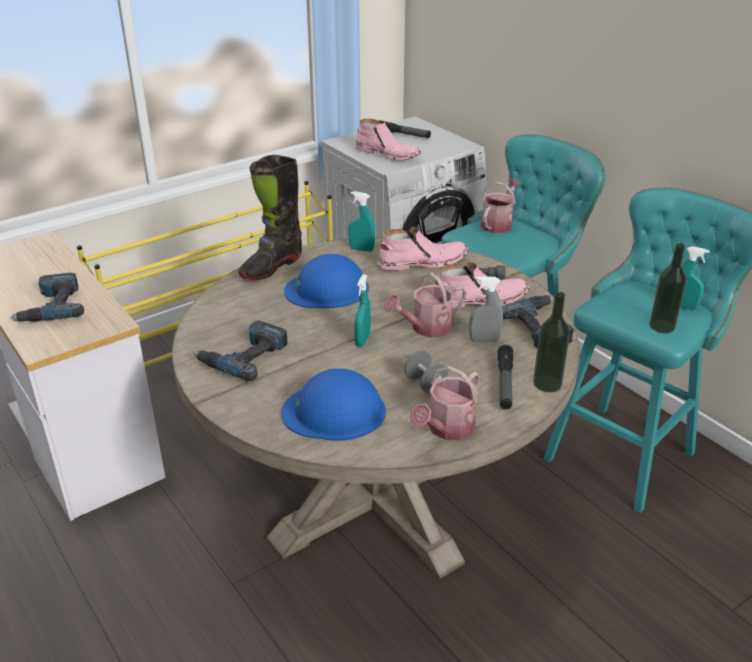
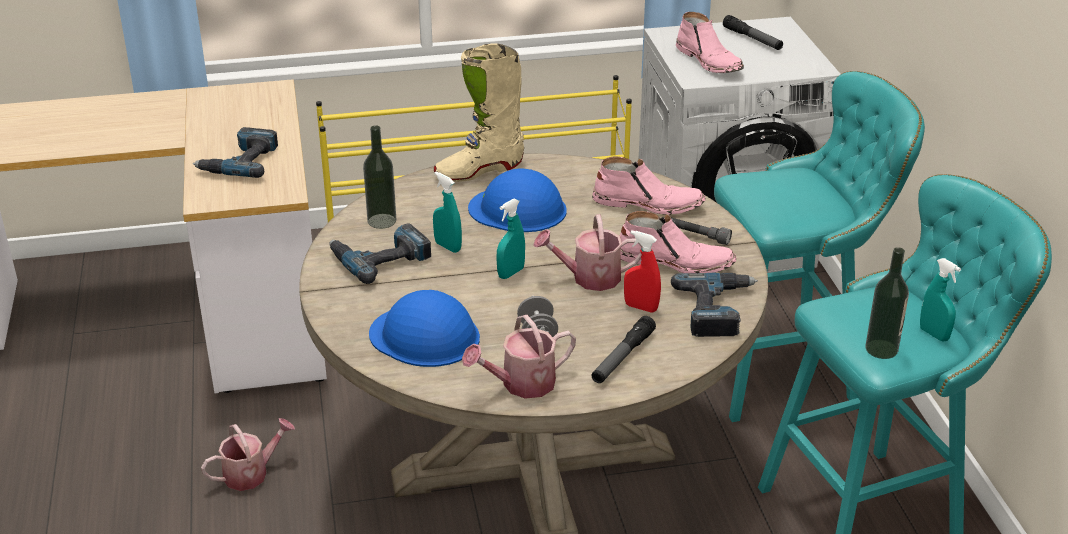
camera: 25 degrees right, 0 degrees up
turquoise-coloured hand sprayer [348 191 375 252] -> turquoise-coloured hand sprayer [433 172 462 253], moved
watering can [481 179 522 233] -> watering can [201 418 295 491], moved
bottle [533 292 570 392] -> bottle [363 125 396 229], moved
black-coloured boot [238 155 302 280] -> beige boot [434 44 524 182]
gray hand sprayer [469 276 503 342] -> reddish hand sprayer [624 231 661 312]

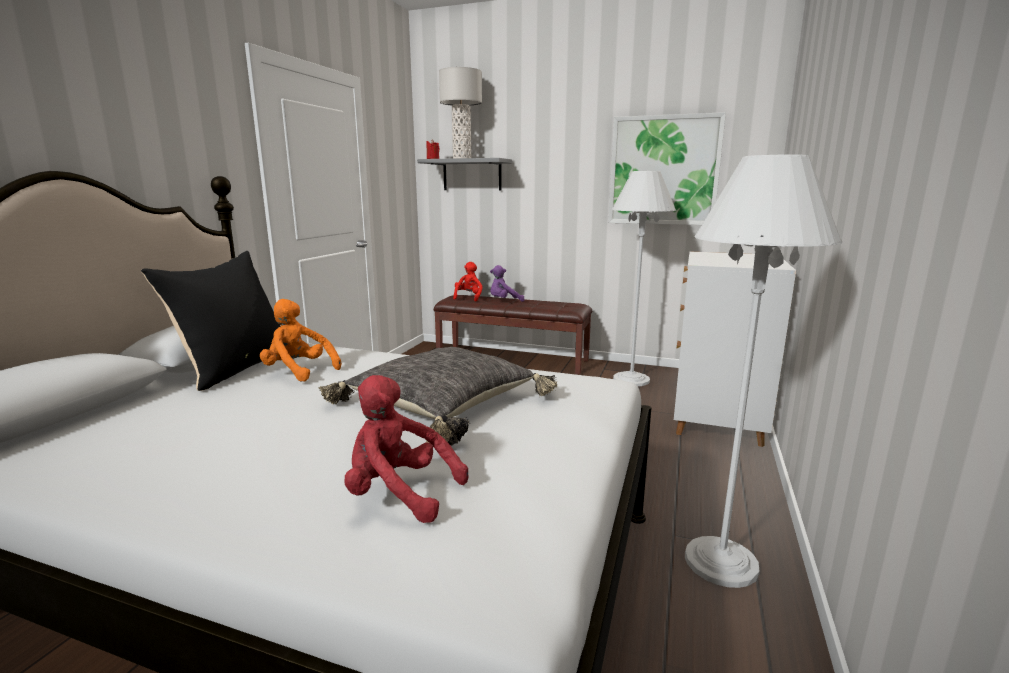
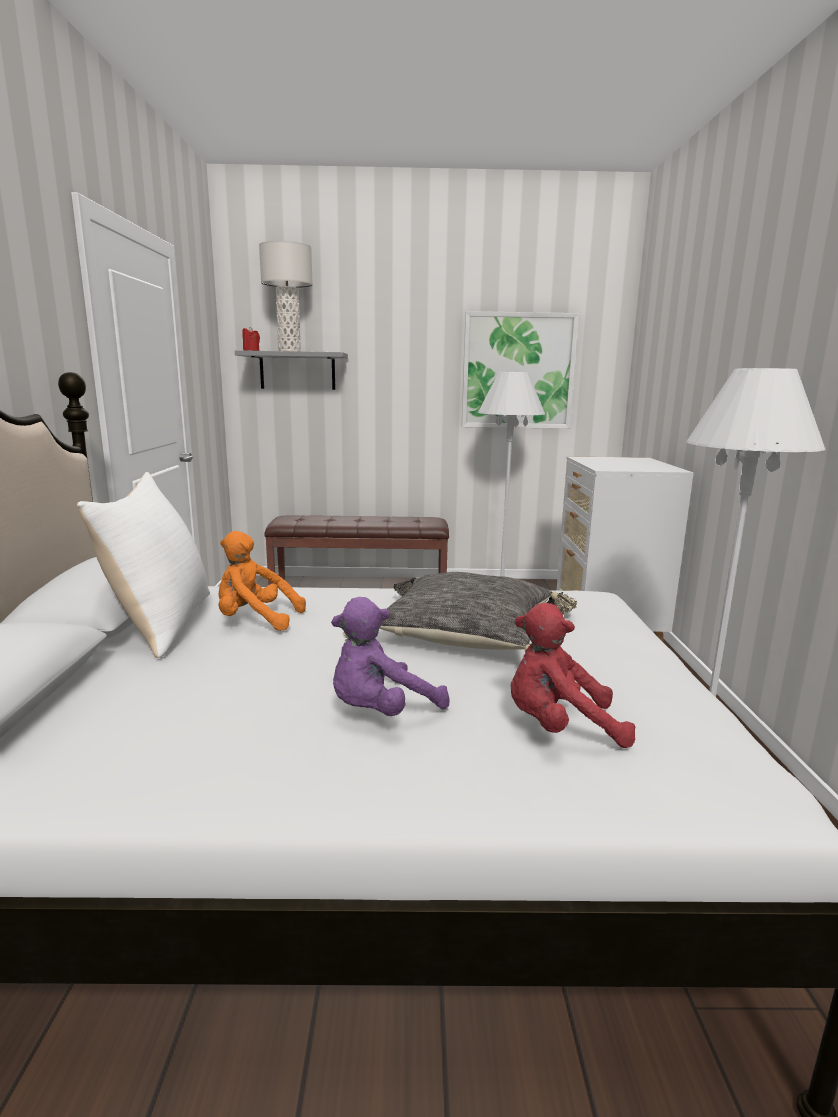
camera: 20 degrees left, 0 degrees up
reddish soft toy [453 262 483 301] -> none
purple-coloured soft toy [490 265 525 302] -> purple-coloured soft toy [331 597 450 716], moved
black-coloured throw pillow [141 251 280 391] -> whitish throw pillow [77 472 210 658]

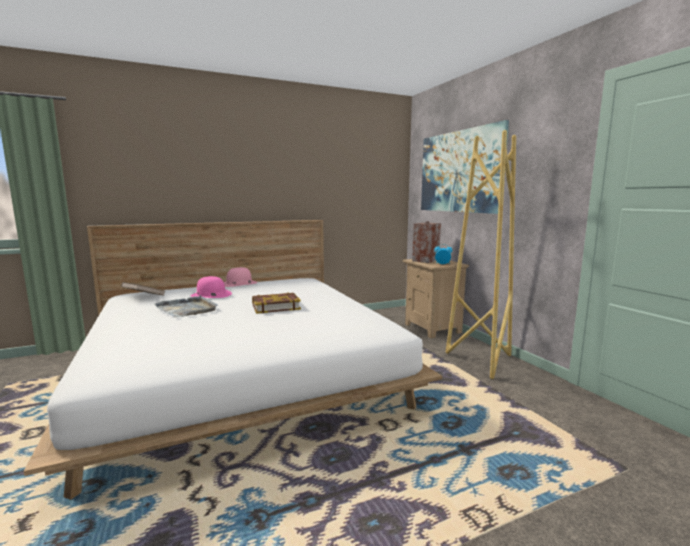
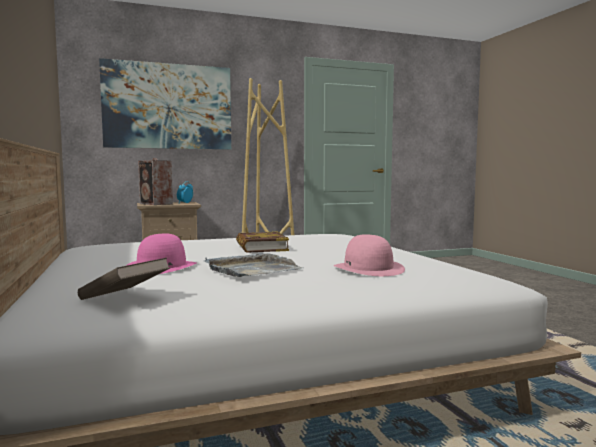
camera: 85 degrees left, 5 degrees down
pinkish hat [224 267 257 287] -> pinkish hat [334 234 405 276], moved

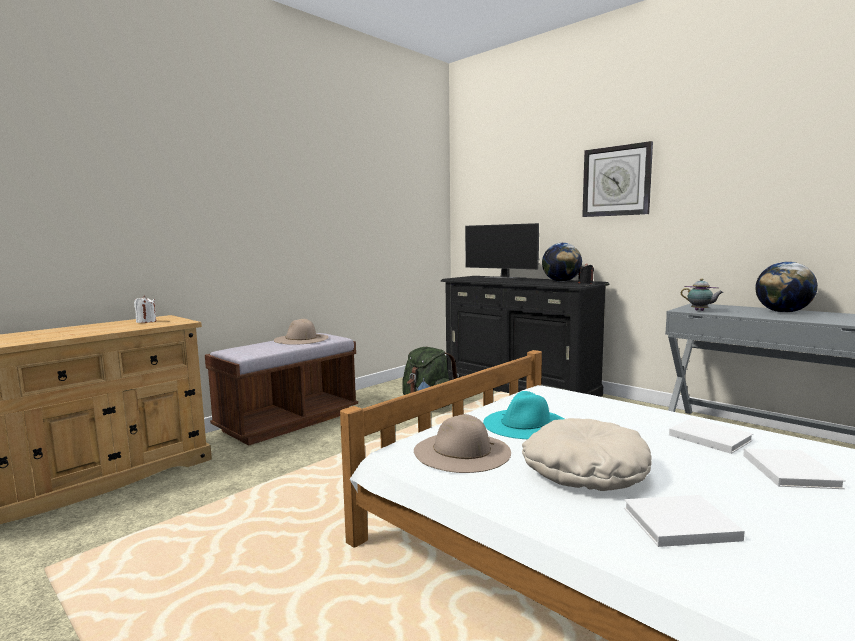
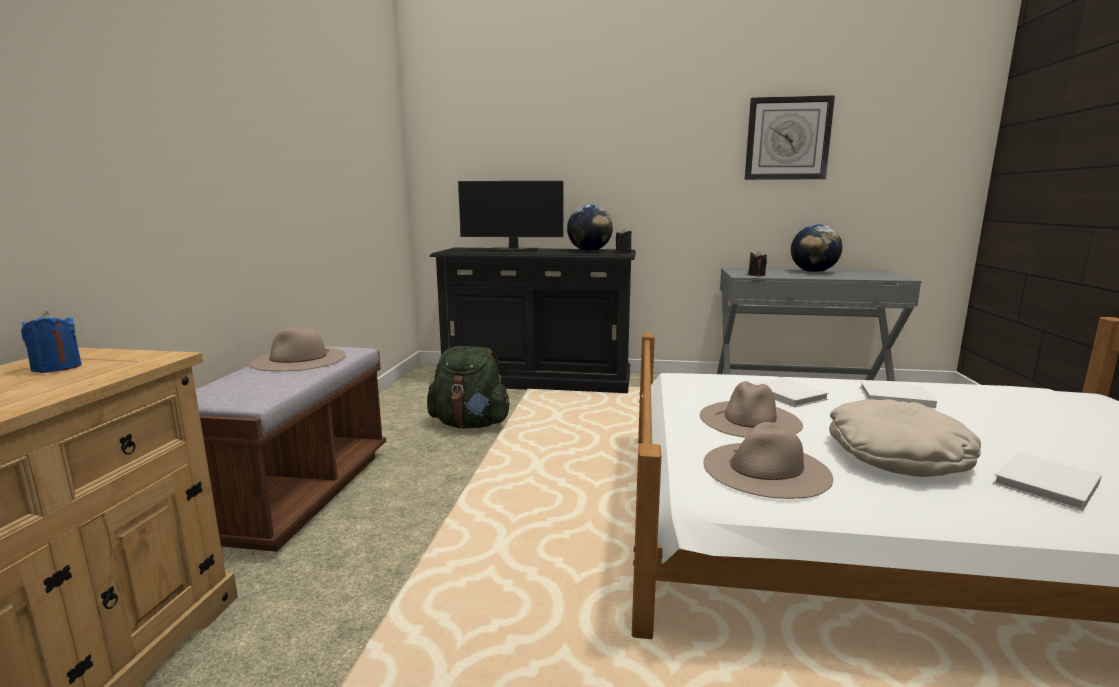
camera: 35 degrees left, 5 degrees up
wall clock [582 141 653 217] -> wall clock [745 95 835 180], moved
whitish volume [743 448 846 489] -> whitish volume [752 377 829 407], moved
teapot [681 278 724 311] -> black-coloured candle [748 251 767 276]
whitish candle [134 295 156 323] -> blue-coloured candle [21 311 82 373]
turquoise-coloured hat [483 391 564 439] -> beige hat [700 381 803 438]

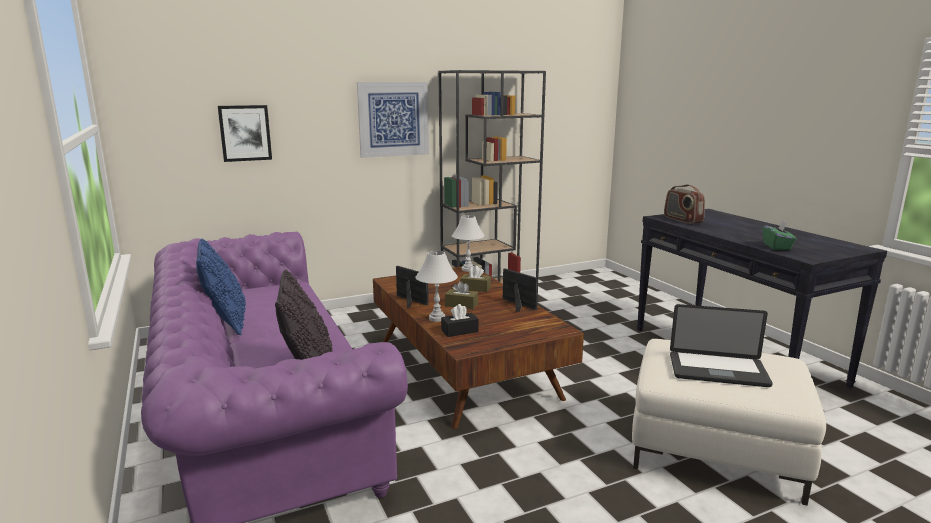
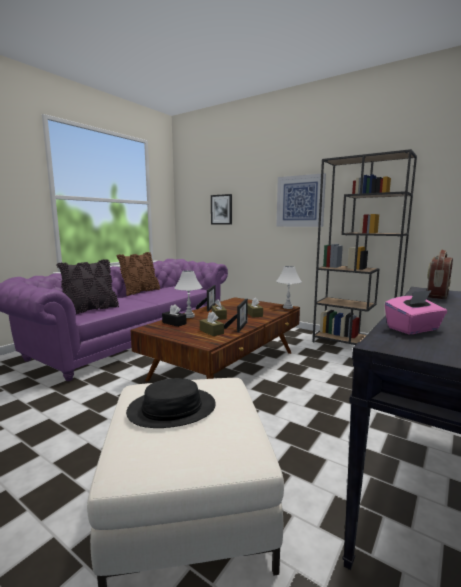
camera: 60 degrees right, 5 degrees down
none -> brown box of tissues [200 311 224 336]
notebook computer [670 304 773 387] -> black-coloured hat [126 378 216 428]
blue-coloured throw pillow [196 239 246 335] -> brown throw pillow [117 252 160 296]
green box of tissues [763 220 796 250] -> pinkish box of tissues [385 290 447 334]

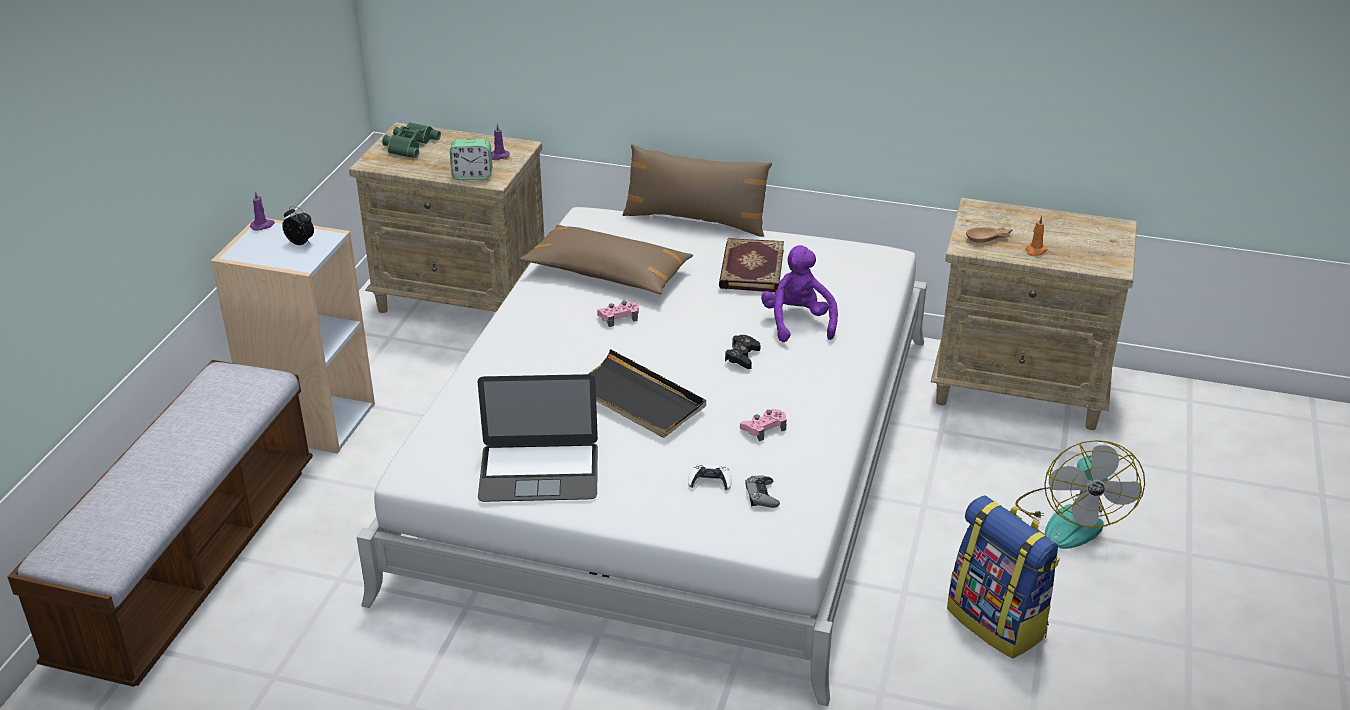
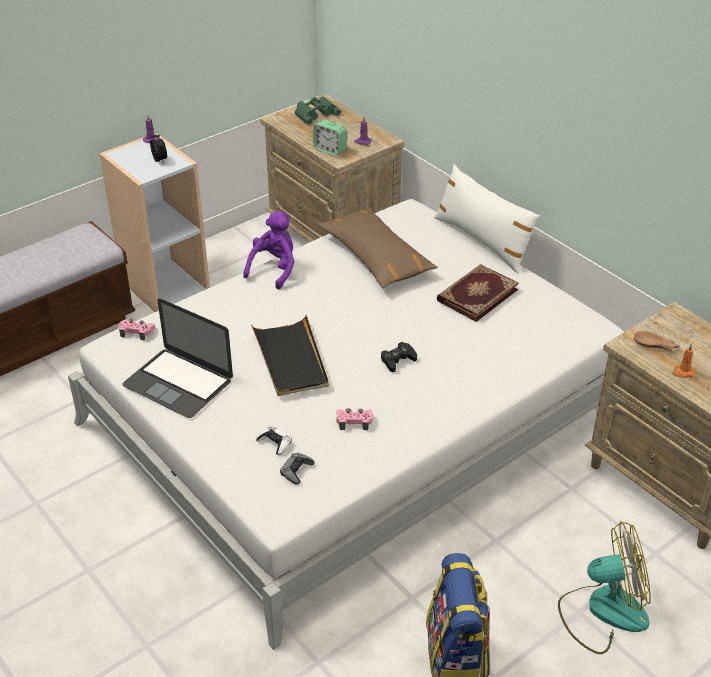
camera: 35 degrees right, 5 degrees up
pinkish gamepad [597 301 639 327] -> pinkish gamepad [119 319 155 340], moved
purple-coloured soft toy [761 245 838 342] -> purple-coloured soft toy [243 211 294 290], moved
brown throw pillow [623 144 772 237] -> whitish throw pillow [434 164 540 273]
cooling fan [1015 440 1145 549] -> cooling fan [558 521 651 654], 135 degrees counterclockwise

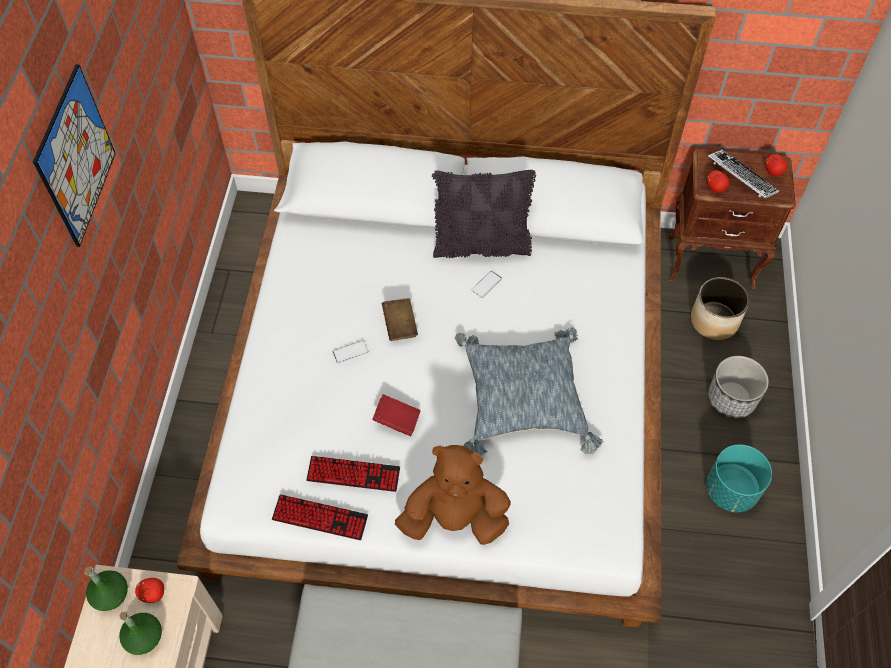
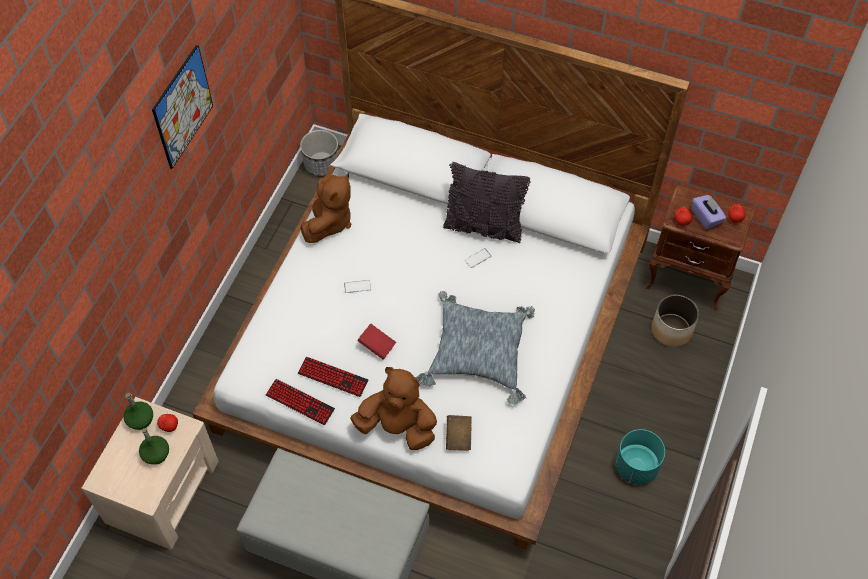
camera: 15 degrees right, 0 degrees up
none -> brown soft toy [301 173 351 243]
brown volume [382 298 418 341] -> brown volume [446 415 472 451], moved
planter [708 356 769 419] -> planter [300 130 339 177], moved
computer keyboard [708 150 779 199] -> purple-coloured box of tissues [692 195 726 229]

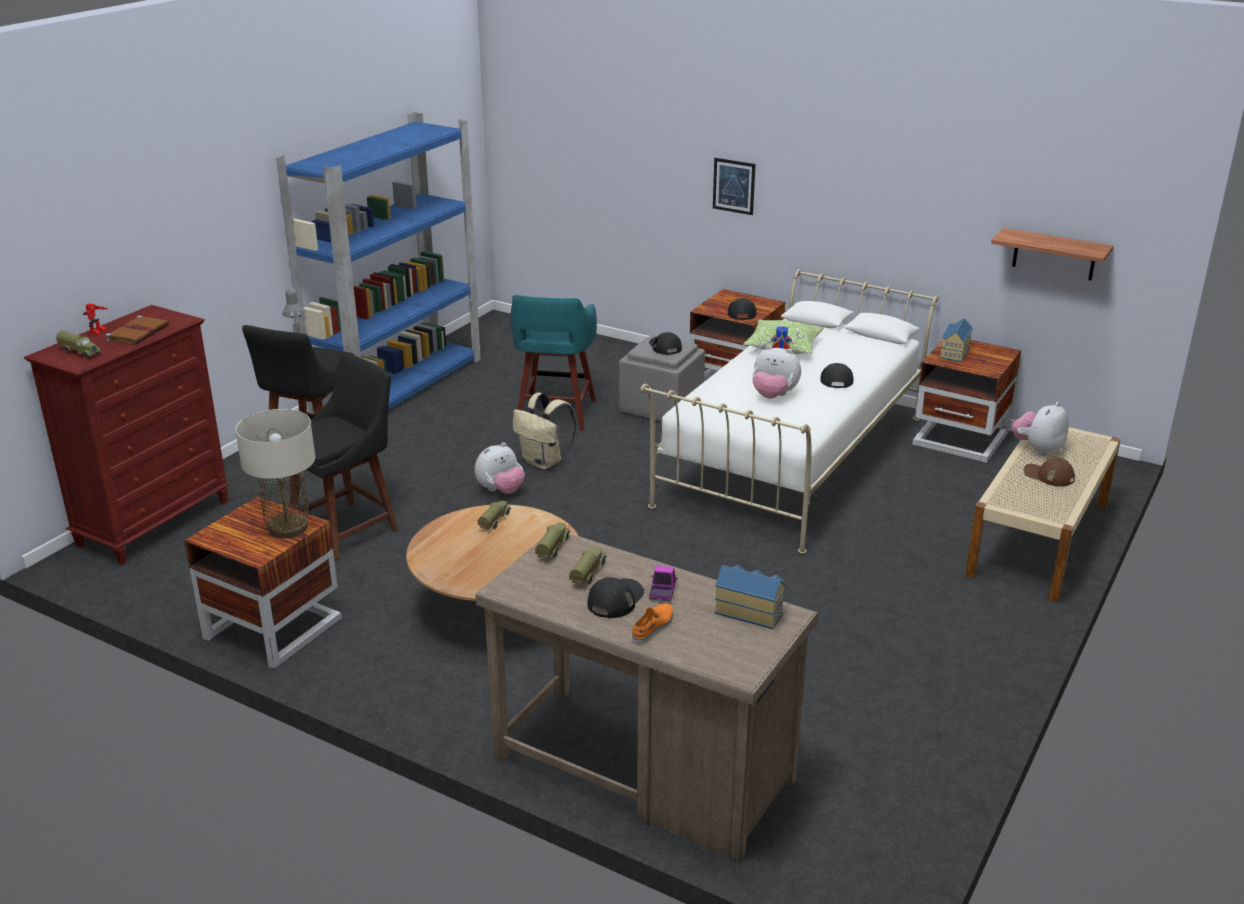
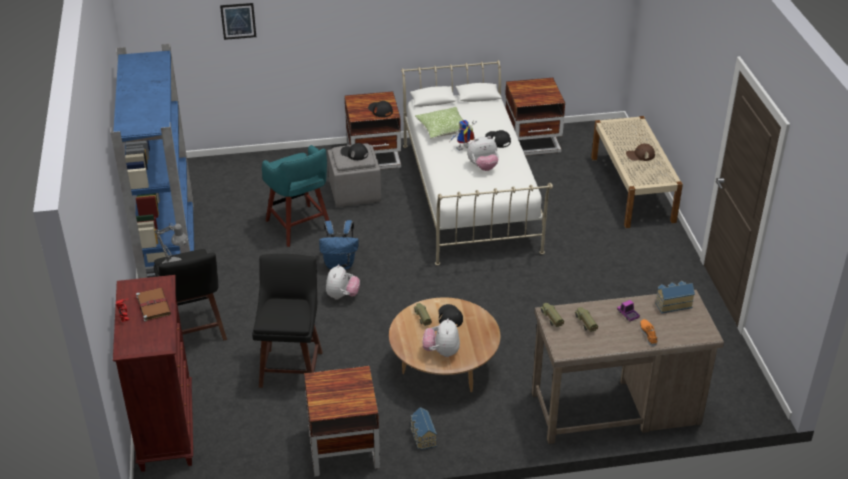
camera: 40 degrees left, 10 degrees up
model truck [56 331 101 359] -> none
lamp for a table [235 409 316 538] -> none
bracket shelf [991 228 1113 280] -> none
black-coloured peaked cap [587 577 644 618] -> black-coloured peaked cap [438 304 463 327], moved
wall art [713 158 755 215] -> wall art [220 3 256 40], moved
miniature house [940 318 973 362] -> miniature house [410 407 437 450], moved
soft toy [1012 402 1069 456] -> soft toy [423 318 460 357], moved
beige knapsack [513 393 576 469] -> blue-coloured knapsack [319 220 359 269]

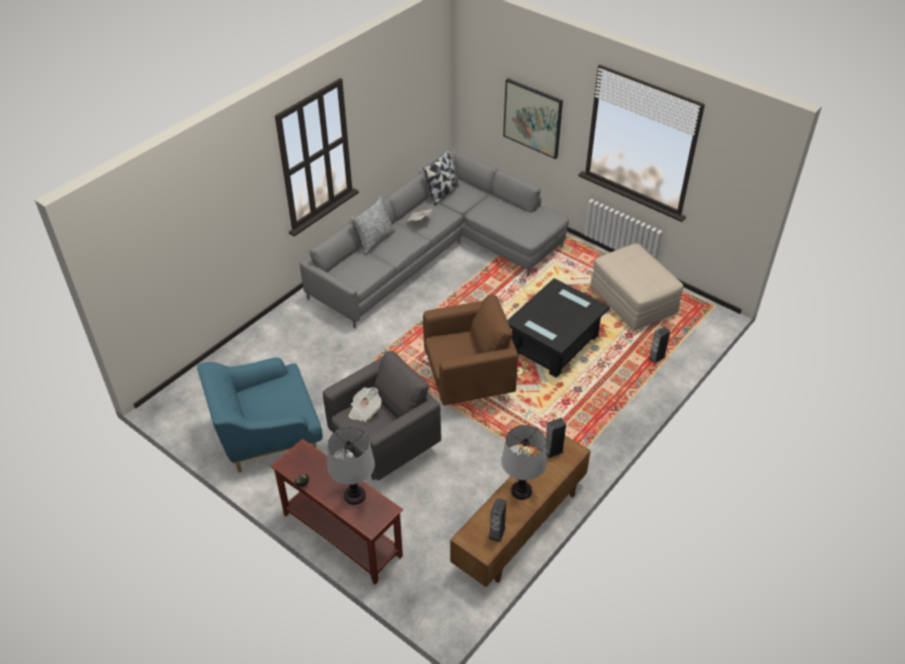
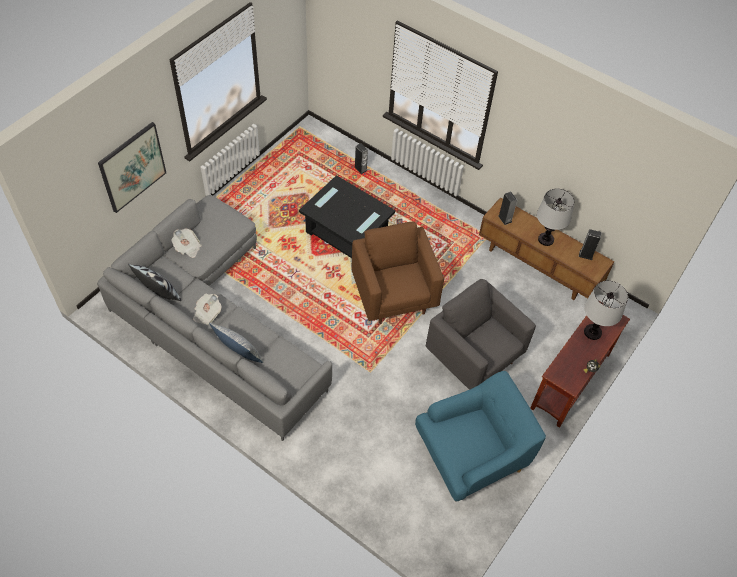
camera: 95 degrees left, 10 degrees up
beige footrest [591 243 683 331] -> none
newspaper [348 387 382 422] -> newspaper [171 229 202 258], moved
blue-coloured lounge chair [197 357 323 472] -> blue-coloured lounge chair [415 371 546 501], 90 degrees counterclockwise

